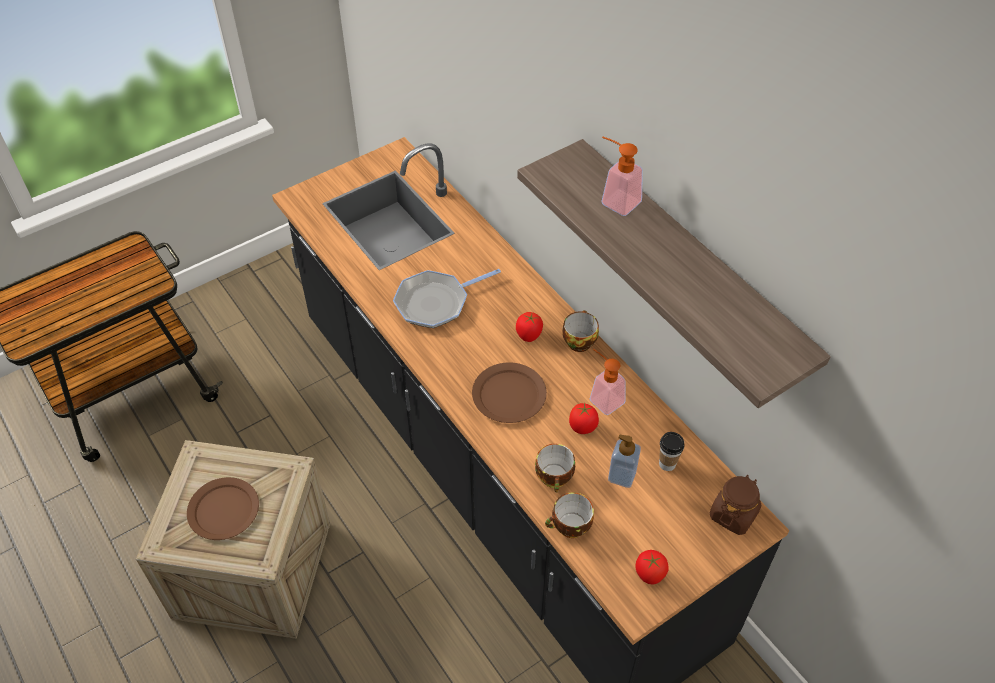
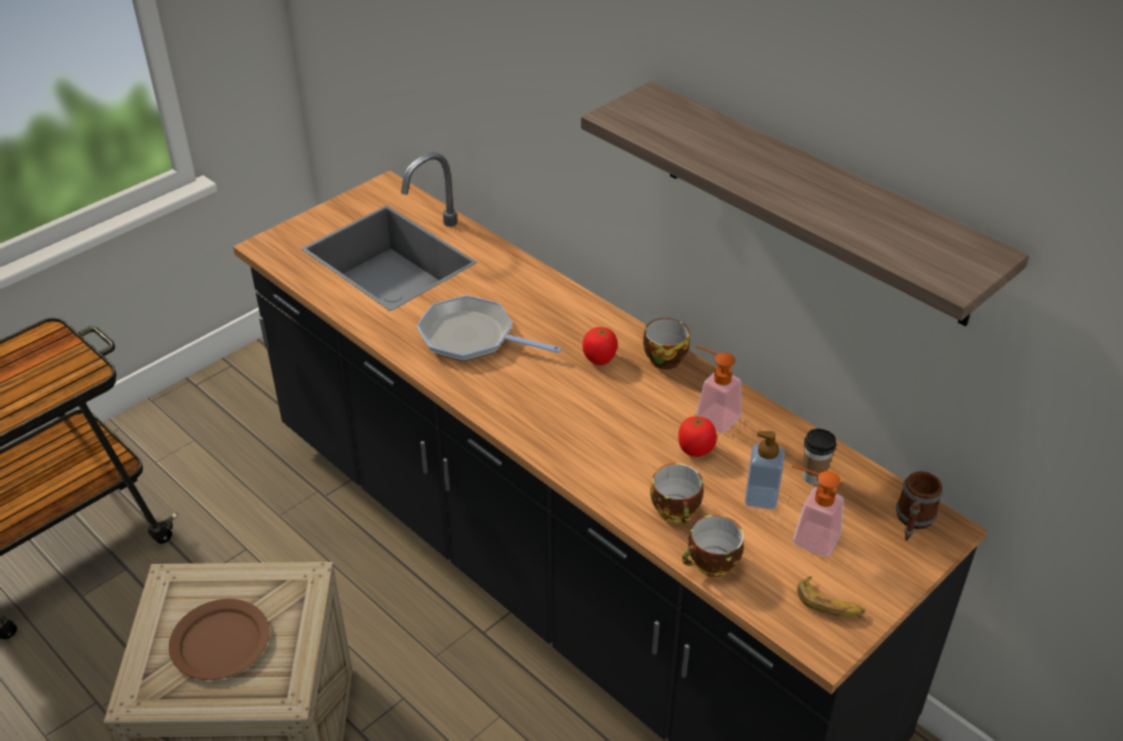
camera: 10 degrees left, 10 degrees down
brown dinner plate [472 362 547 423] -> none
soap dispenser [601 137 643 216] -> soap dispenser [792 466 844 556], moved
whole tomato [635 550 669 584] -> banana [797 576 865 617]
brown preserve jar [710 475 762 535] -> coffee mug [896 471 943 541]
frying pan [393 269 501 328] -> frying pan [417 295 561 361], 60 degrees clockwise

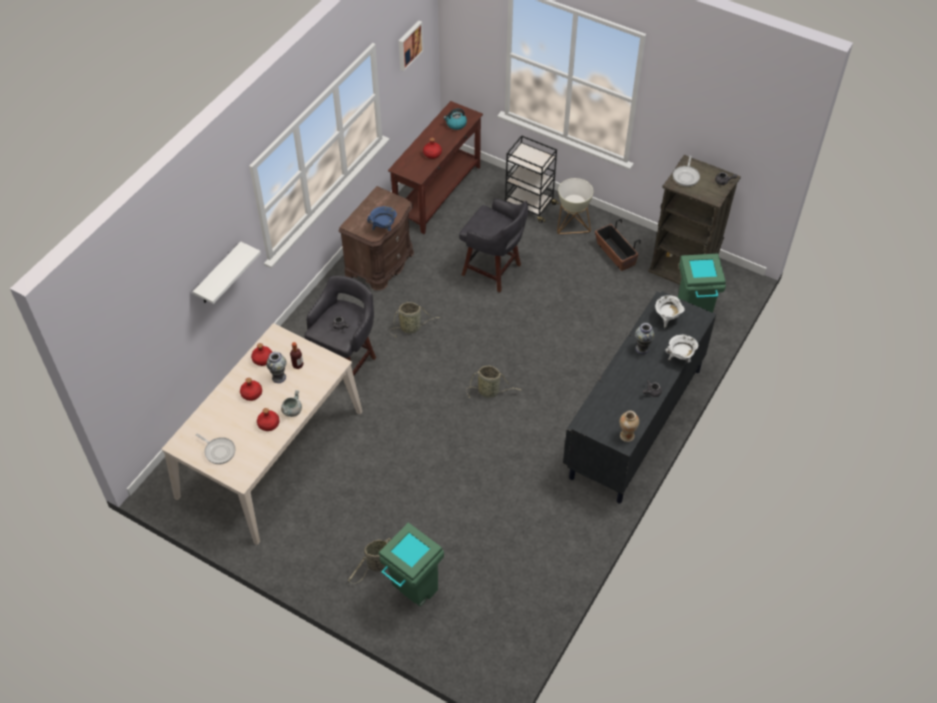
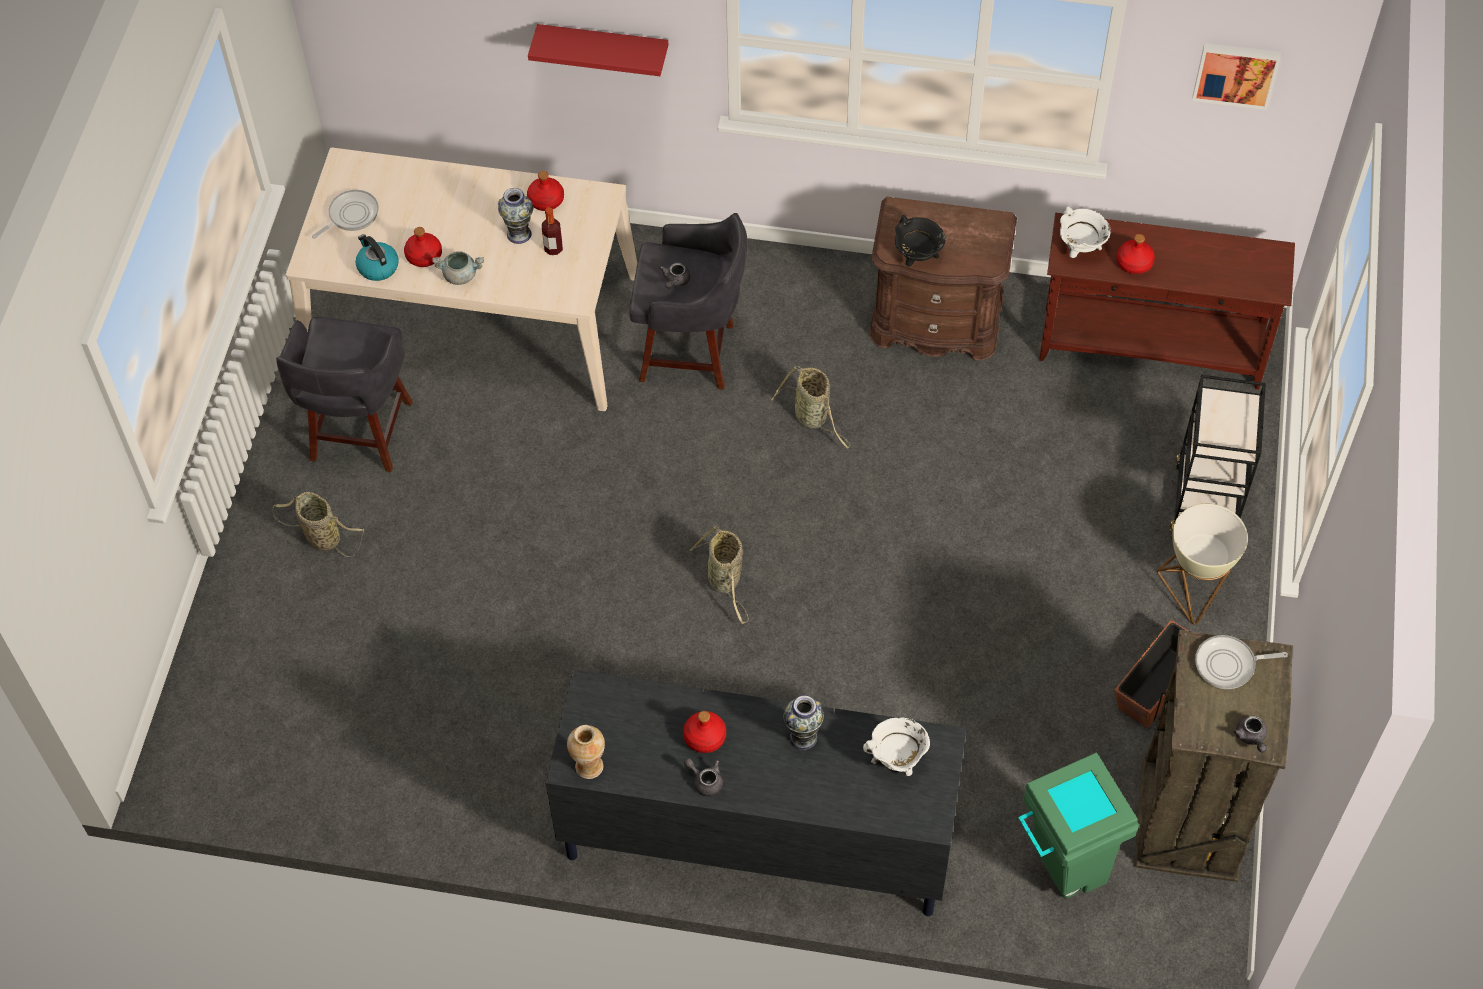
camera: 70 degrees right, 5 degrees up
green trash can [379 522 444 606] -> none
reddish bottle [240 378 262 401] -> reddish bottle [683 711 726 753], moved
water kettle [443 108 467 130] -> water kettle [356 234 399 281], moved
gray sitting stool [459 199 528 292] -> gray sitting stool [276 317 413 472], moved
whitish cooking pot [665 335 698 363] -> whitish cooking pot [1060 206 1111 258], moved
whitish bracket shelf [193 242 261 304] -> reddish bracket shelf [528 24 668 76]
blue-coloured cooking pot [367 206 397 231] -> black-coloured cooking pot [895 215 946 267]
frying pan [196 433 236 464] -> frying pan [312 190 379 239], 150 degrees counterclockwise

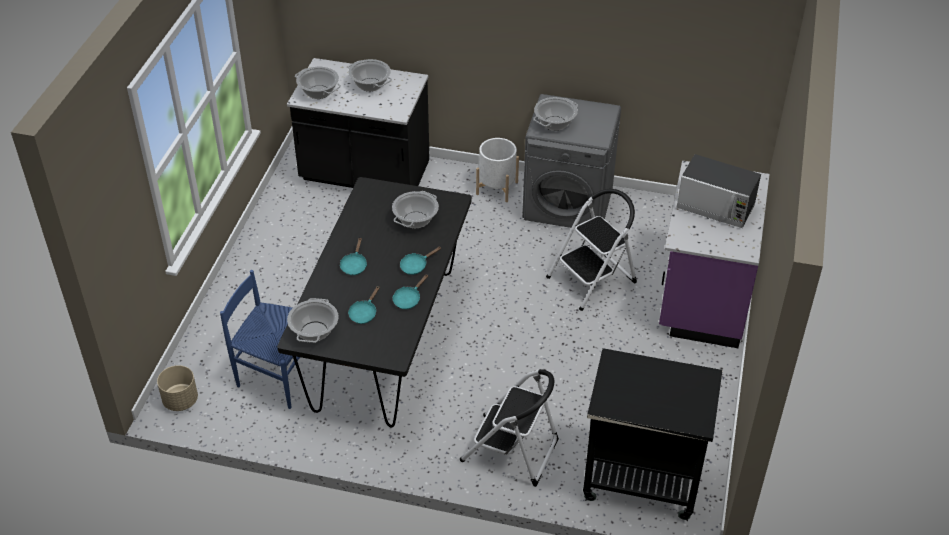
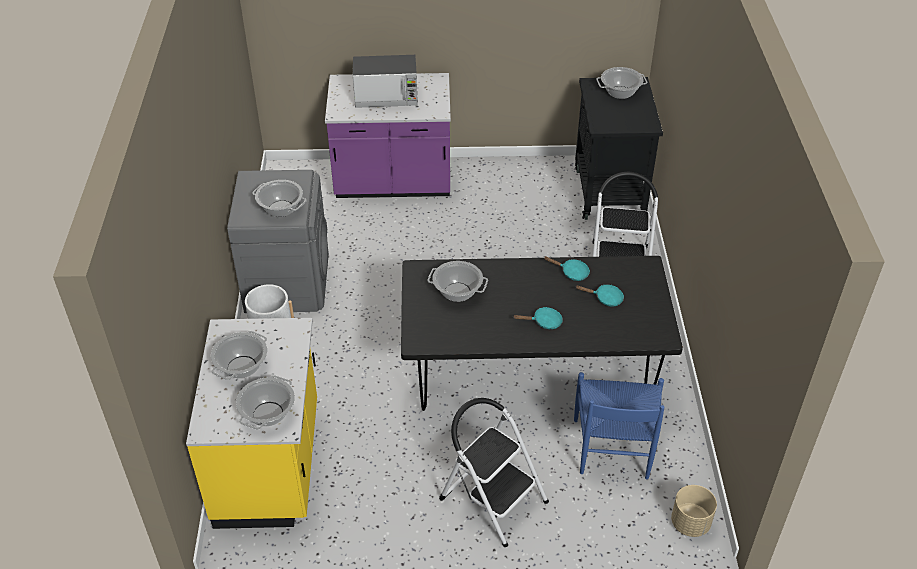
camera: 105 degrees left, 0 degrees up
turquoise-coloured frying pan [400 247 442 275] -> none
cooking pot [287 298 339 343] -> cooking pot [597 67 648 99], moved
stepladder [546 189 637 311] -> stepladder [439 398 549 547], moved
black-coloured counter [287 58 429 188] -> yellow-coloured counter [186 318 317 529]
microwave [677 154 761 228] -> microwave [353 55 418 108], 75 degrees clockwise

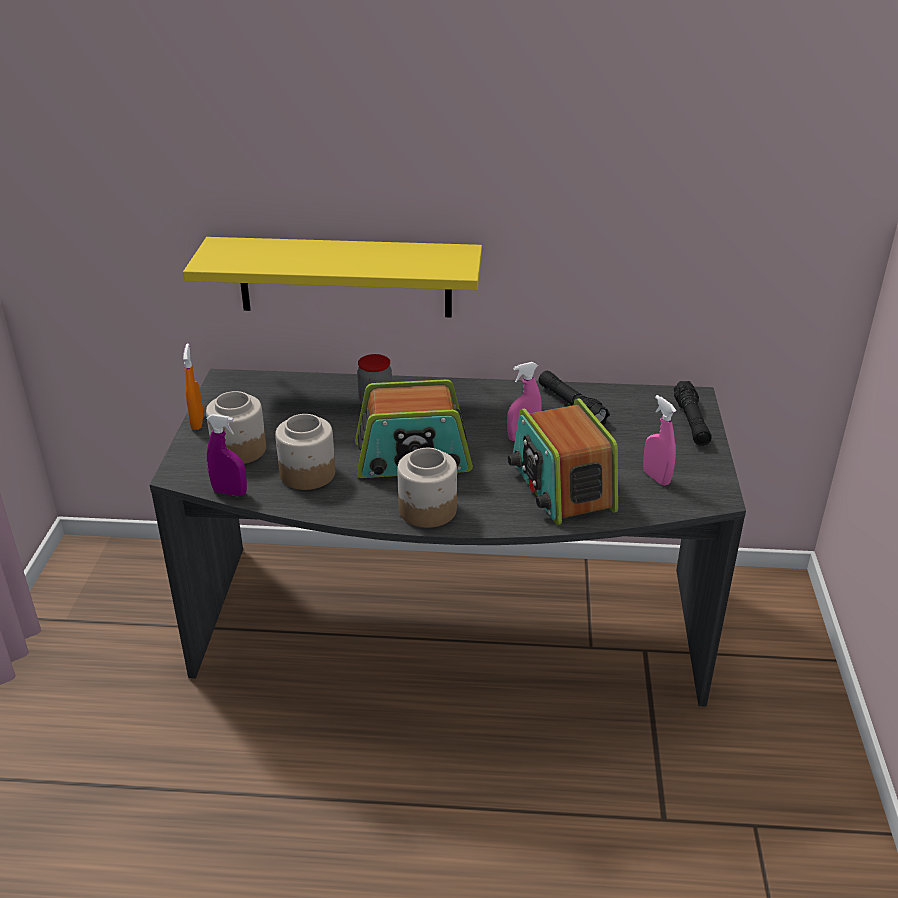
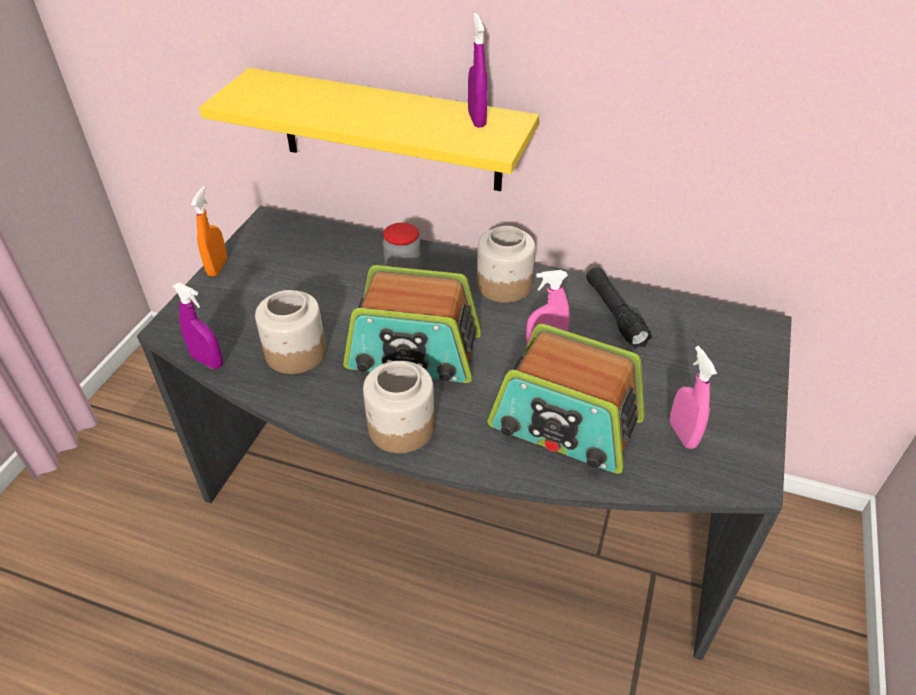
camera: 15 degrees right, 10 degrees up
black-coloured flashlight [674 381 712 446] -> none
none -> purple-coloured hand sprayer [468 13 487 128]
preserve jar [206 391 266 464] -> preserve jar [477 226 535 303], moved
radio receiver [508 398 618 525] -> radio receiver [487 324 645 474], 60 degrees counterclockwise

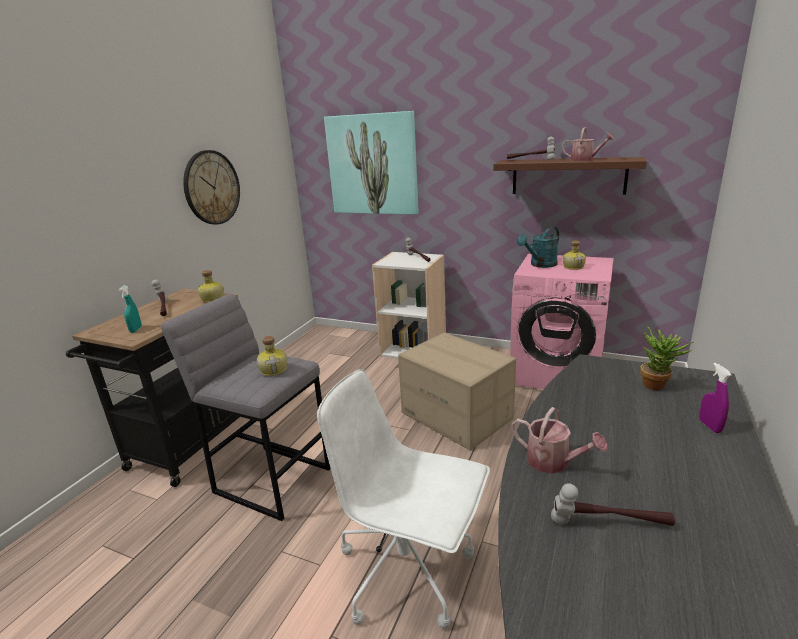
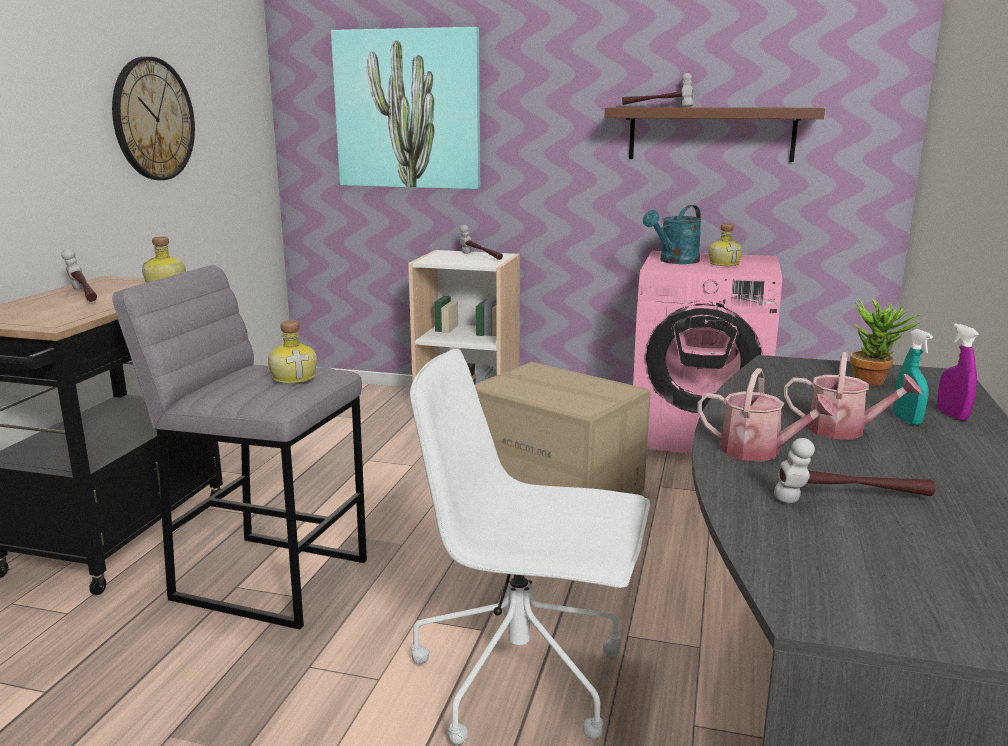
camera: 10 degrees left, 5 degrees down
turquoise-coloured hand sprayer [119 285 142 333] -> turquoise-coloured hand sprayer [893 329 933 425], moved
watering can [562 127 614 161] -> watering can [784 352 922 439], moved

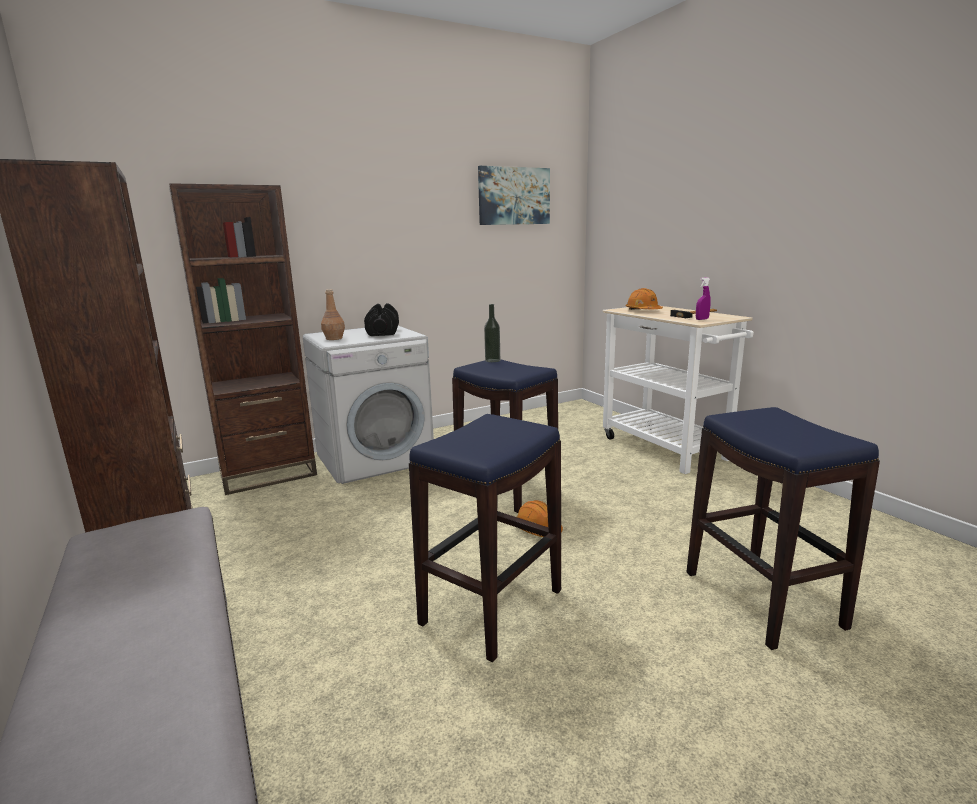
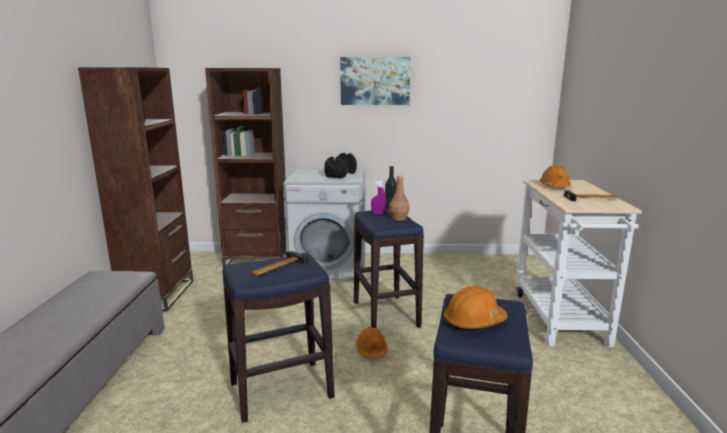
camera: 30 degrees right, 0 degrees up
none -> tool hammer [250 251 309 276]
none -> orange hard hat [443 286 508 330]
brown bottle [321 289 345 340] -> brown bottle [389 175 410 221], moved
wall art [478 166 550 225] -> wall art [340 57 411 105], moved
purple-coloured hand sprayer [696 277 711 320] -> purple-coloured hand sprayer [371 180 387 214], moved

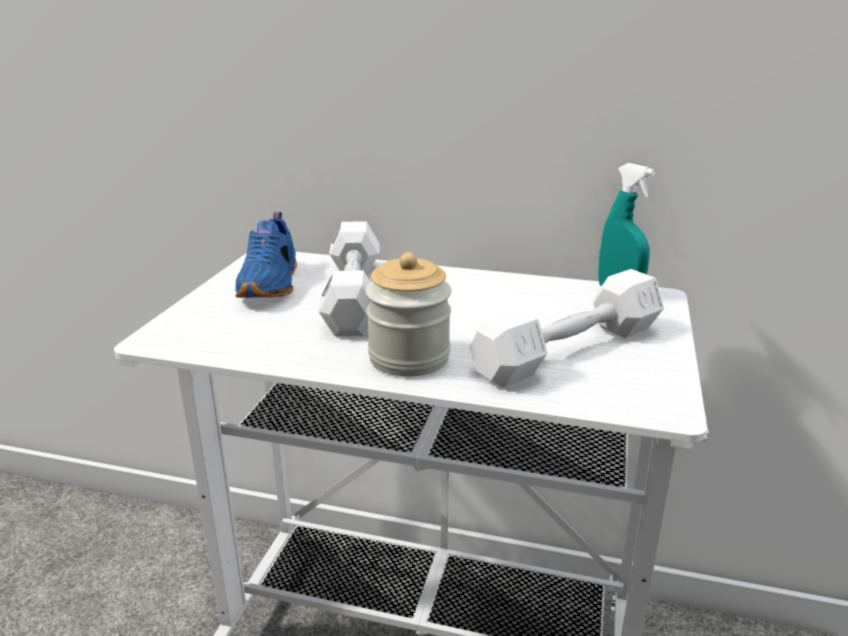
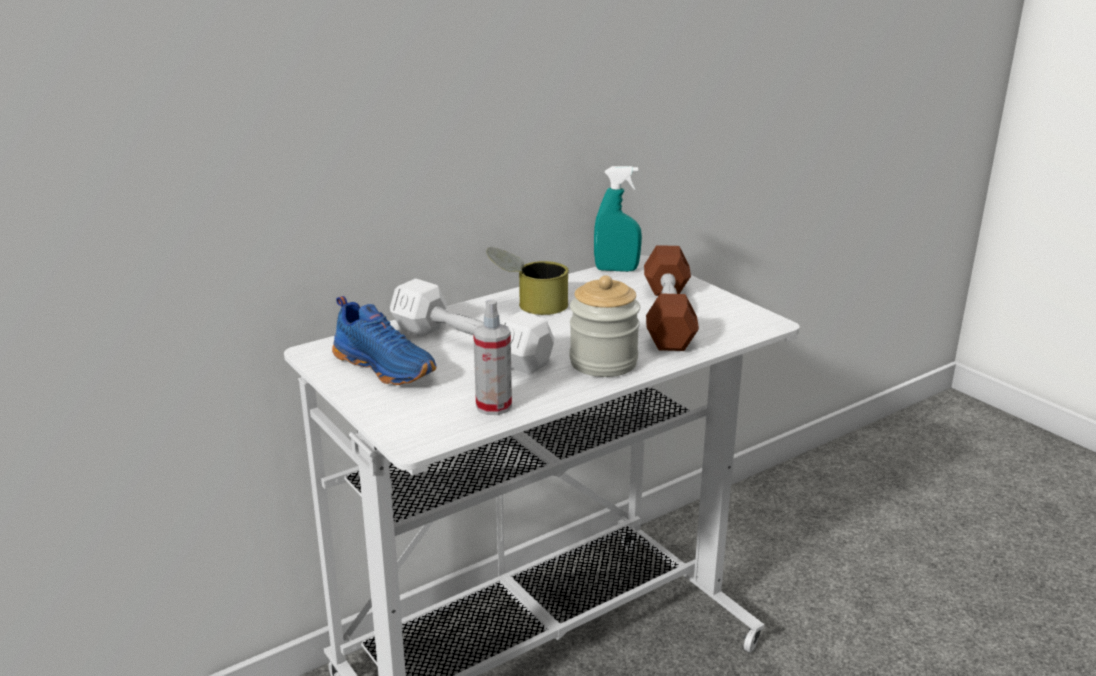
camera: 50 degrees left, 0 degrees up
none -> hand sprayer [473 299 512 415]
none -> sealed can [486 247 569 315]
whitish hand weight [470 269 664 387] -> brown hand weight [644 245 699 351]

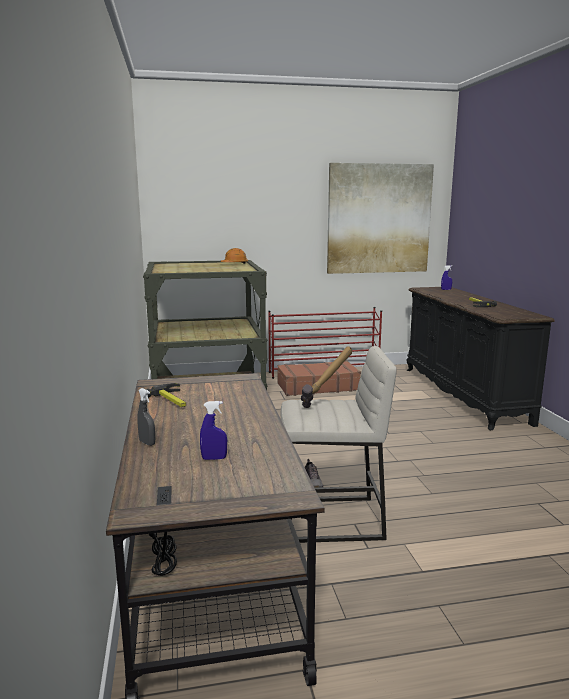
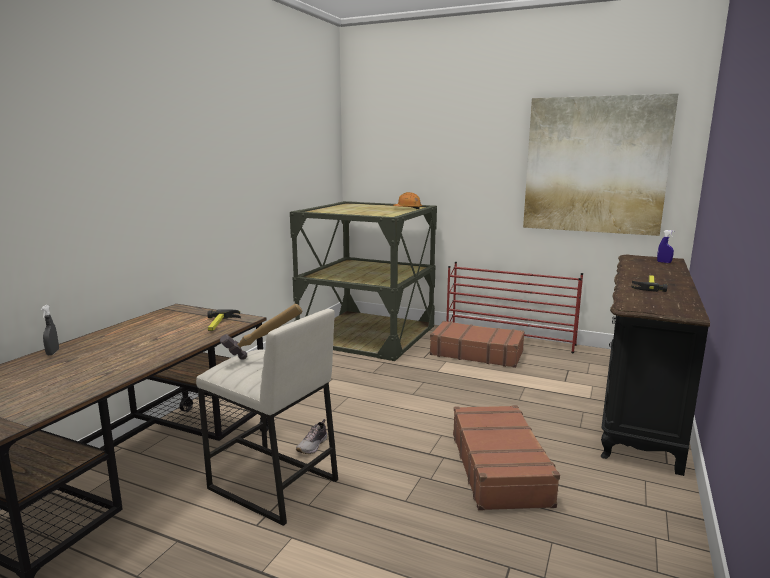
camera: 35 degrees right, 0 degrees up
blue-coloured hand sprayer [200 401 227 460] -> none
none -> brown piece of luggage [453 405 560 511]
tool hammer [146 383 186 407] -> tool hammer [207 309 241 331], moved

